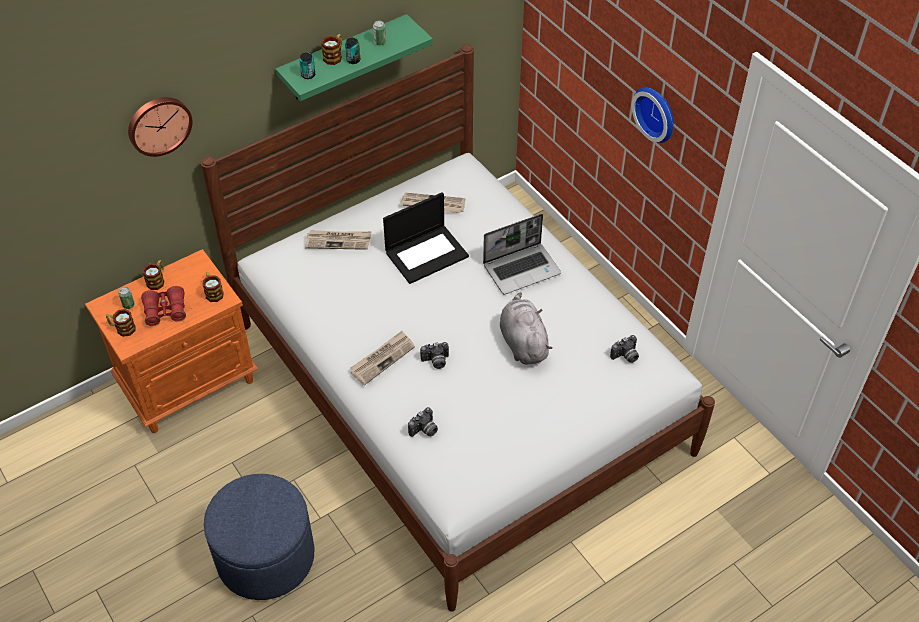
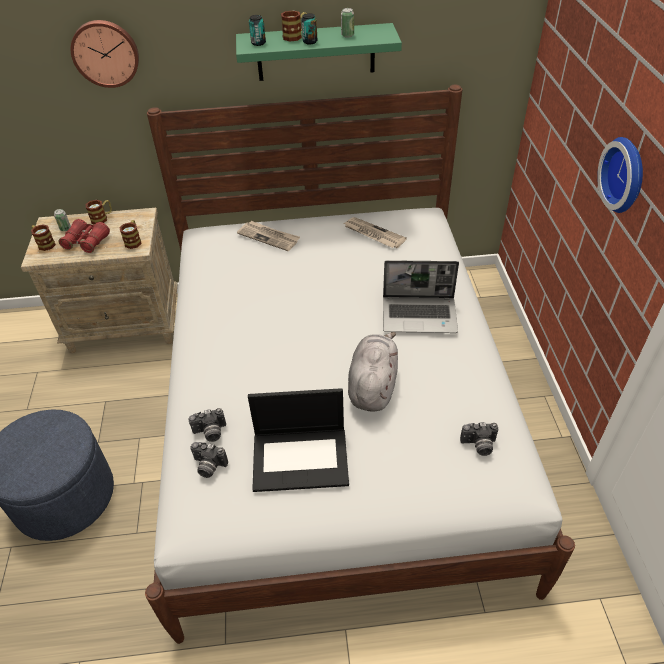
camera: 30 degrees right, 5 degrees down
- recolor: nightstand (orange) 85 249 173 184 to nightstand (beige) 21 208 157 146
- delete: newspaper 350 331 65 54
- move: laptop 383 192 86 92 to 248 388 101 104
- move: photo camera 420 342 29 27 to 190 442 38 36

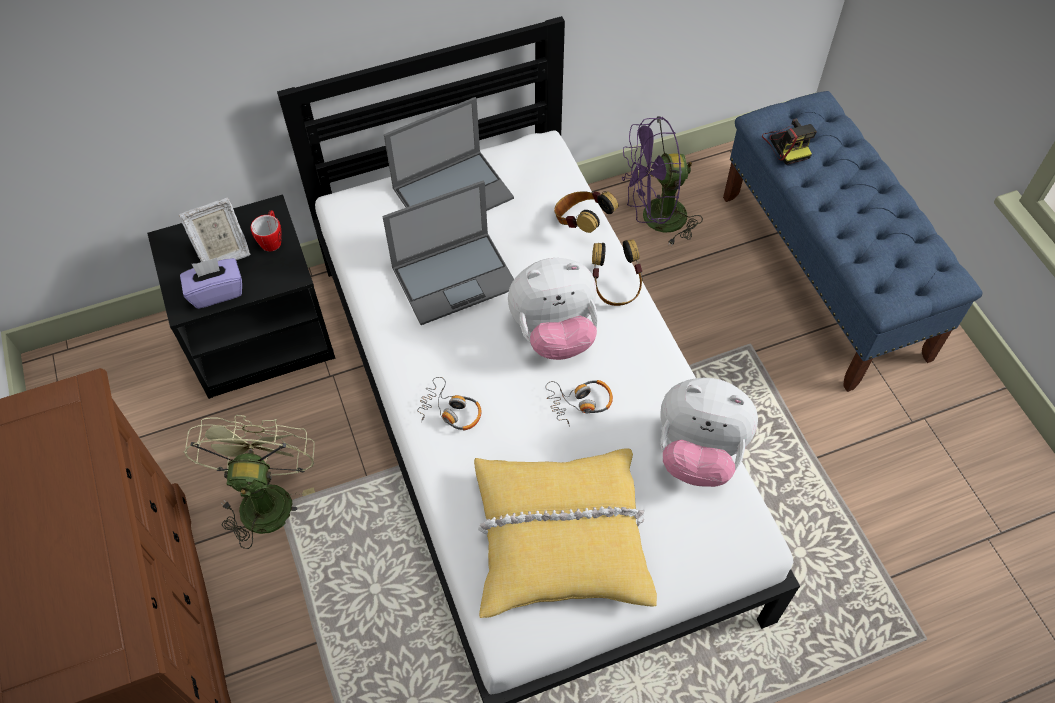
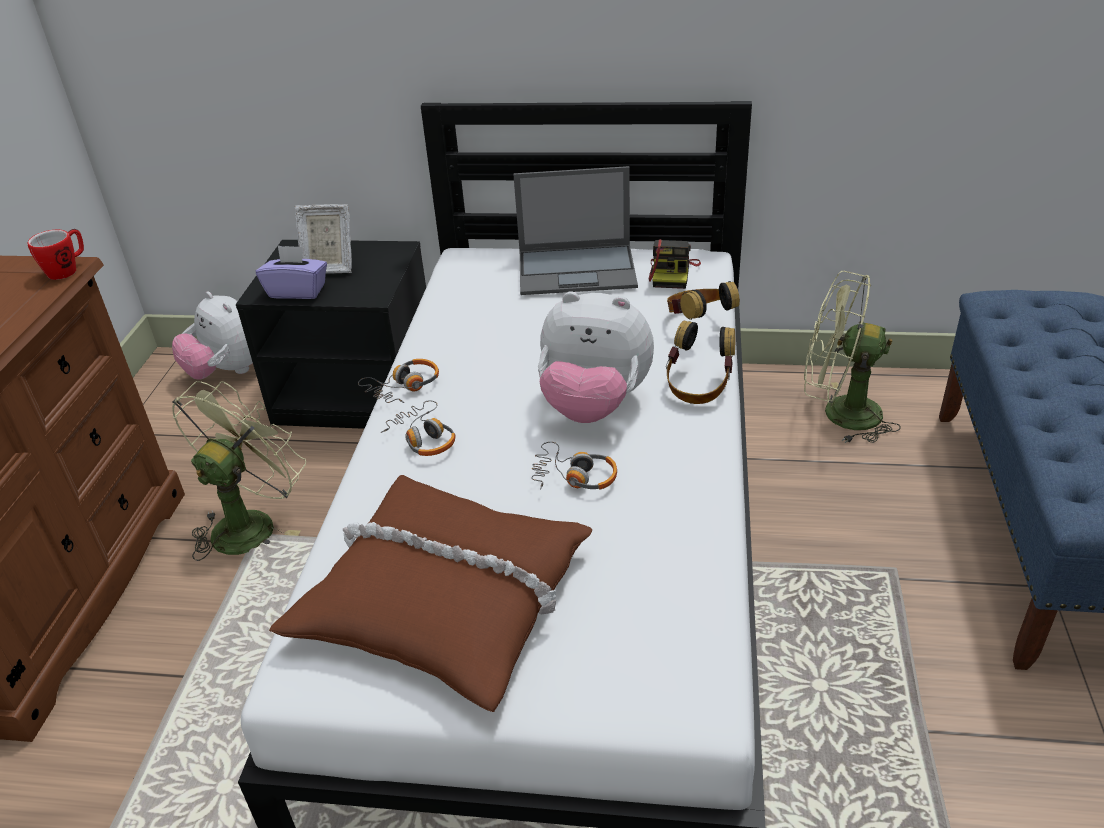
camera: 30 degrees right, 20 degrees down
- move: mug 251 210 31 41 to 27 229 57 51
- delete: laptop 382 180 132 145
- recolor: pillow (yellow) 474 448 183 170 to pillow (brown) 269 475 323 237
- recolor: fan (purple) 622 116 81 130 to fan (green) 804 271 97 172
- move: plush toy 660 378 98 109 to 172 291 81 89
- move: photo camera 762 119 55 46 to 649 239 52 50
- insert: headphones 358 359 81 44

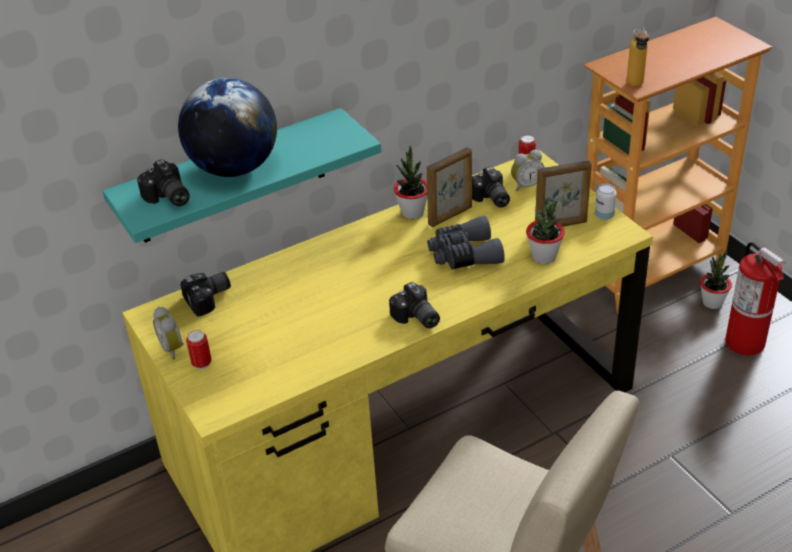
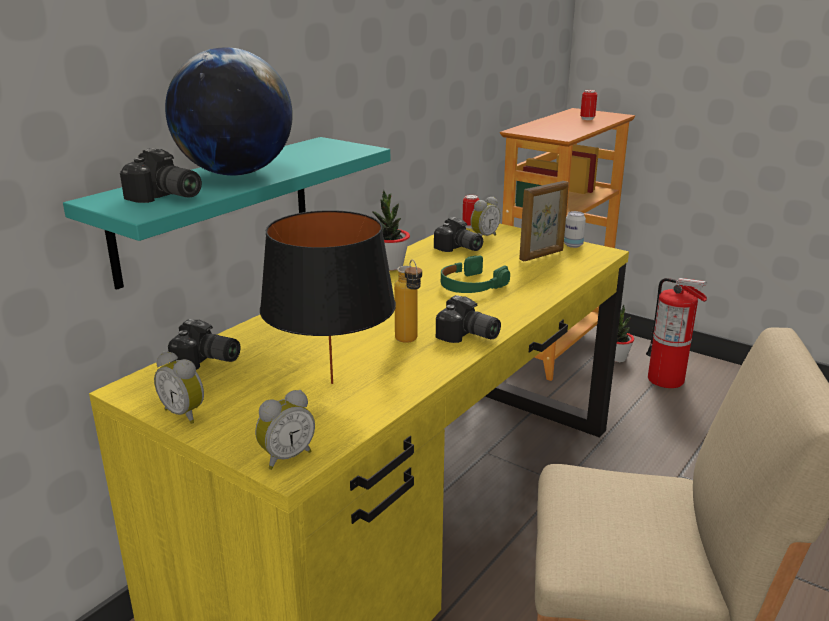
camera: 25 degrees left, 15 degrees down
- rotate: photo camera 180 272 51 45 = 168 319 72 51 75 degrees clockwise
- move: can 186 330 25 39 to 580 90 17 30
- delete: picture frame 426 147 46 80
- replace: binoculars (grey) 427 216 78 53 to headphones (green) 441 255 69 38
- delete: potted plant 526 198 39 66
- move: bottle 626 27 23 59 to 394 259 28 84
- insert: alarm clock 255 390 60 80
- insert: table lamp (black) 260 210 136 174

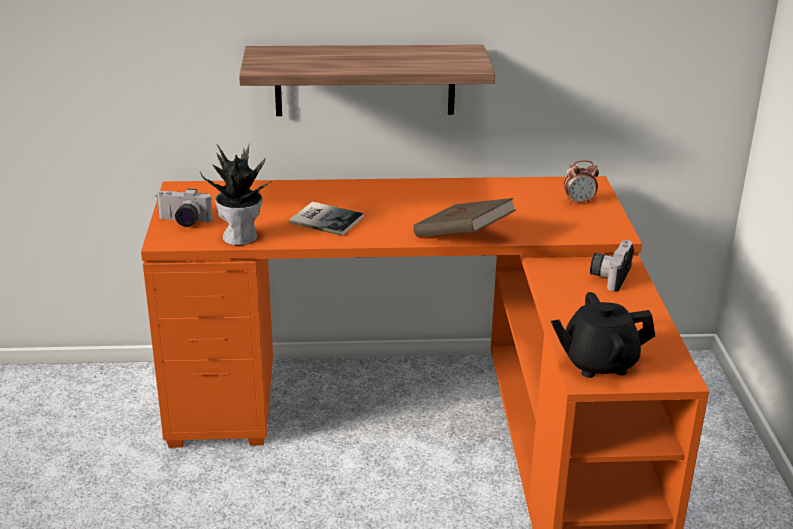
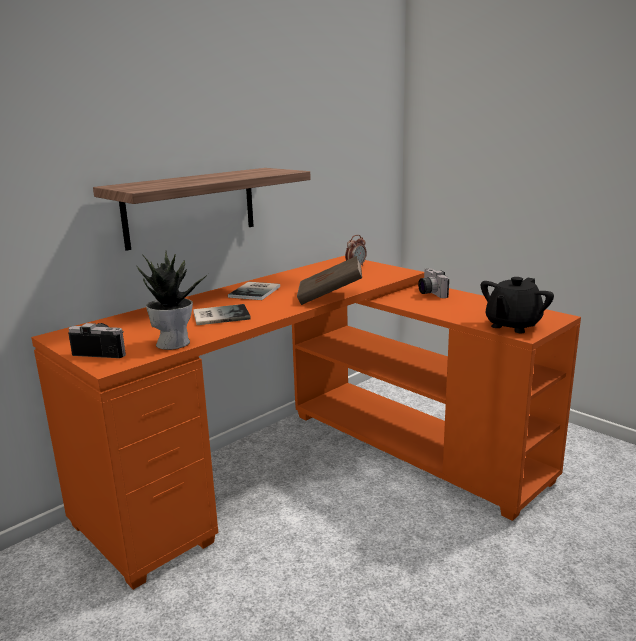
camera: 40 degrees left, 10 degrees down
- rotate: photo camera 156 189 57 38 = 68 323 58 35 135 degrees counterclockwise
- insert: book 228 282 52 18

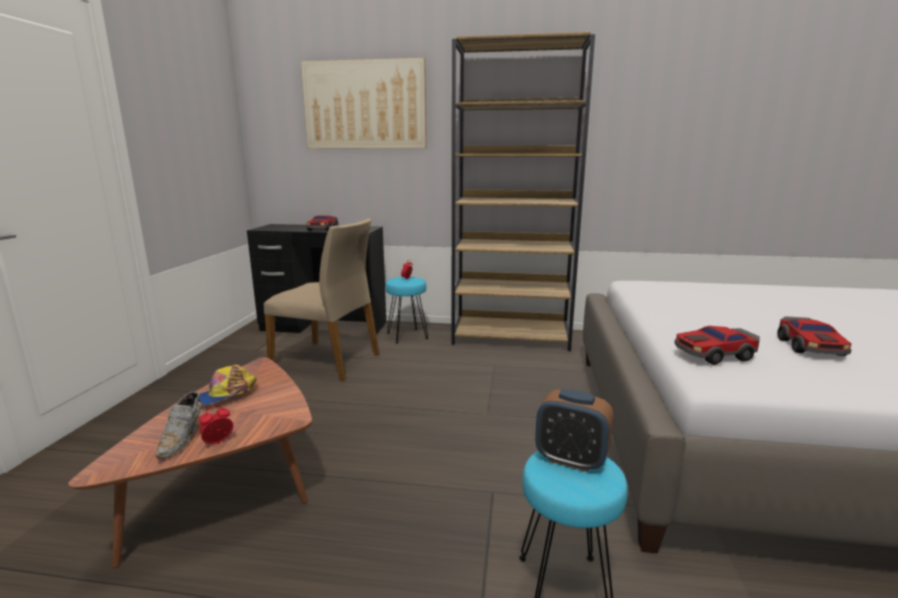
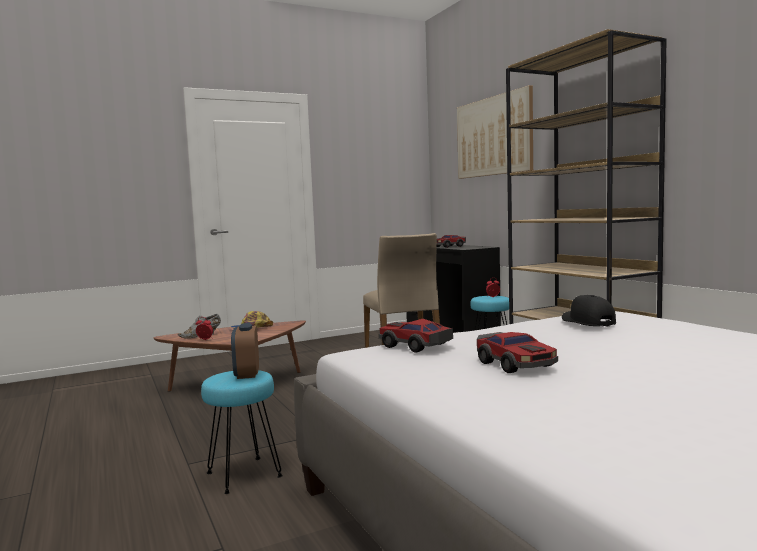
camera: 55 degrees right, 10 degrees down
- rotate: toy car 777 316 74 40 = 477 332 81 41 90 degrees counterclockwise
- insert: cap (black) 562 295 54 32

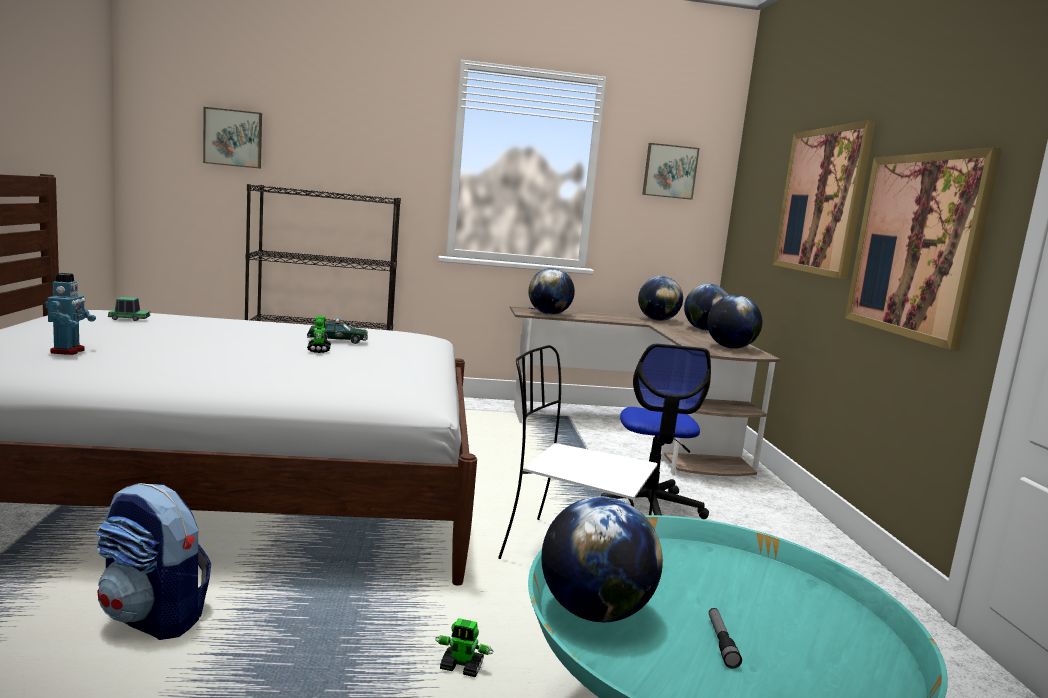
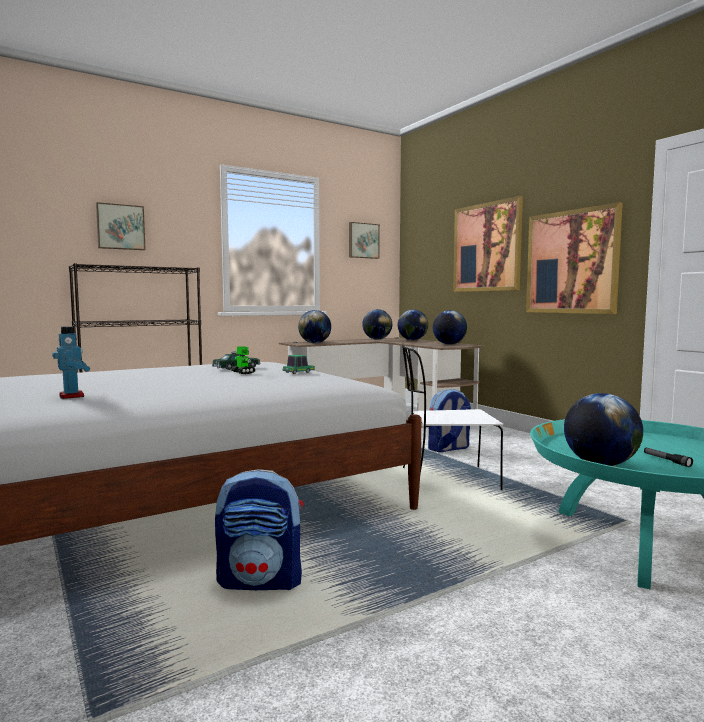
camera: 25 degrees left, 5 degrees down
- move: toy car 108 297 42 24 to 282 355 33 19
- move: picture 203 107 59 62 to 96 202 50 48
- delete: toy robot 435 618 59 59
- replace: office chair 601 344 110 175 to backpack 428 389 43 63

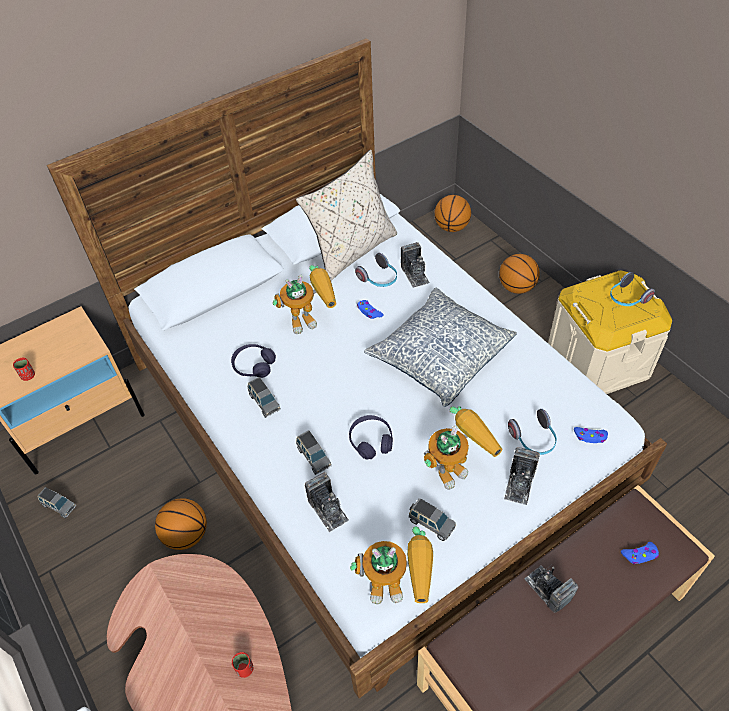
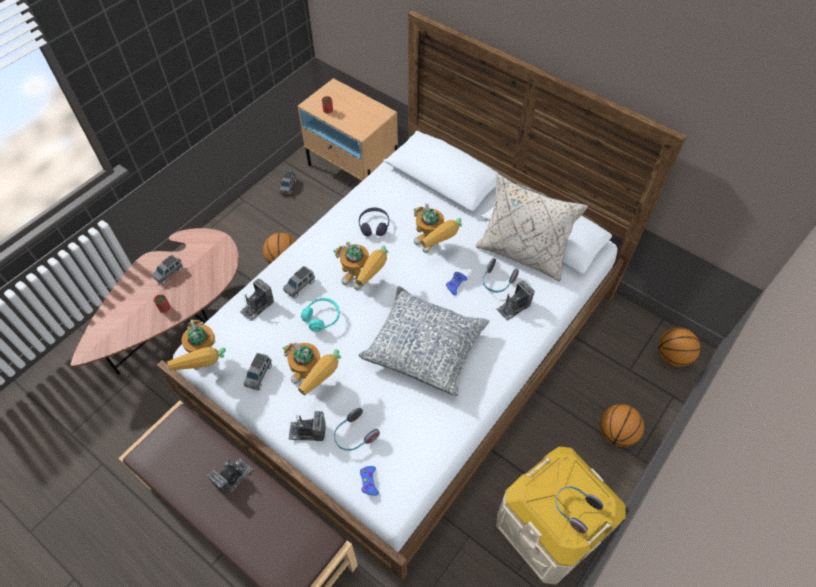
camera: 70 degrees right, 5 degrees up
- move: toy car (grey) 248 377 33 41 to 152 255 31 30
- recolor: headphones (purple) 349 415 44 44 to headphones (turquoise) 301 298 39 34
- delete: game controller (blue) 621 542 38 23
- insert: toy robot 333 241 55 49

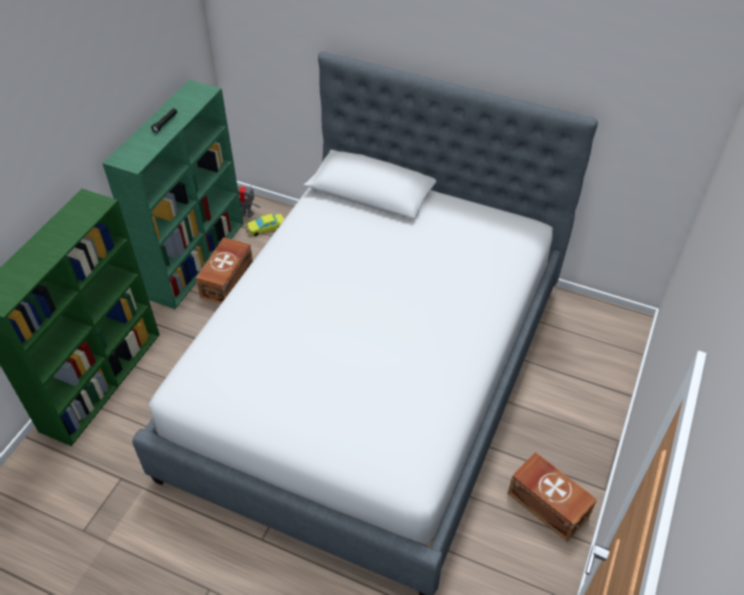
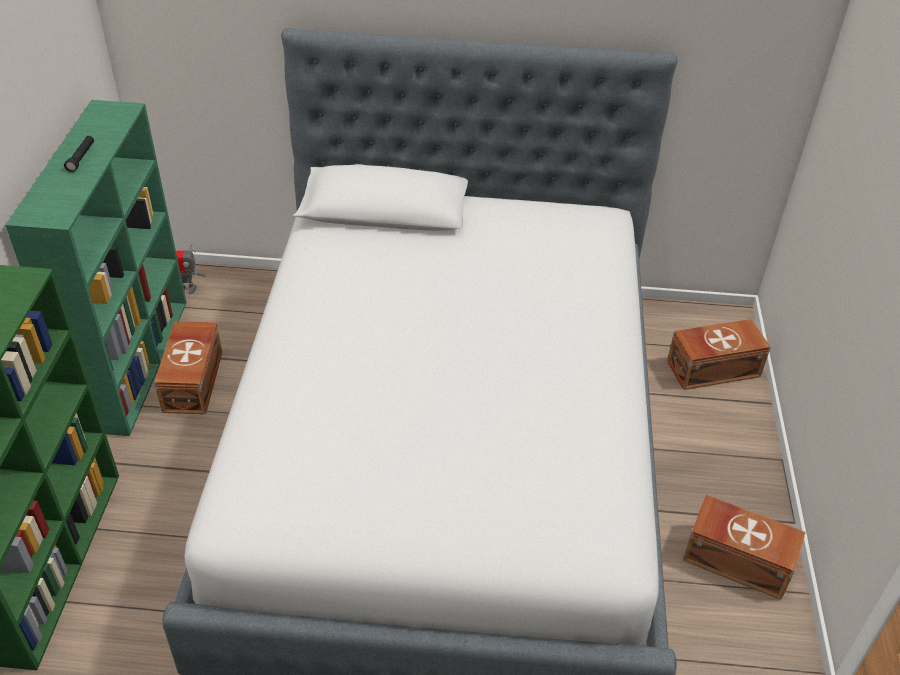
camera: 20 degrees left, 5 degrees down
- delete: toy car (yellow) 246 214 38 22
- insert: storage box (brown) 667 319 104 71

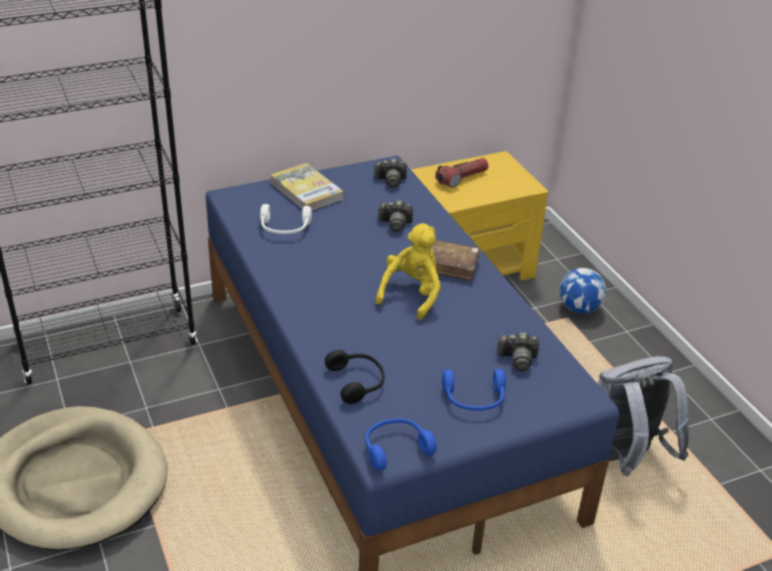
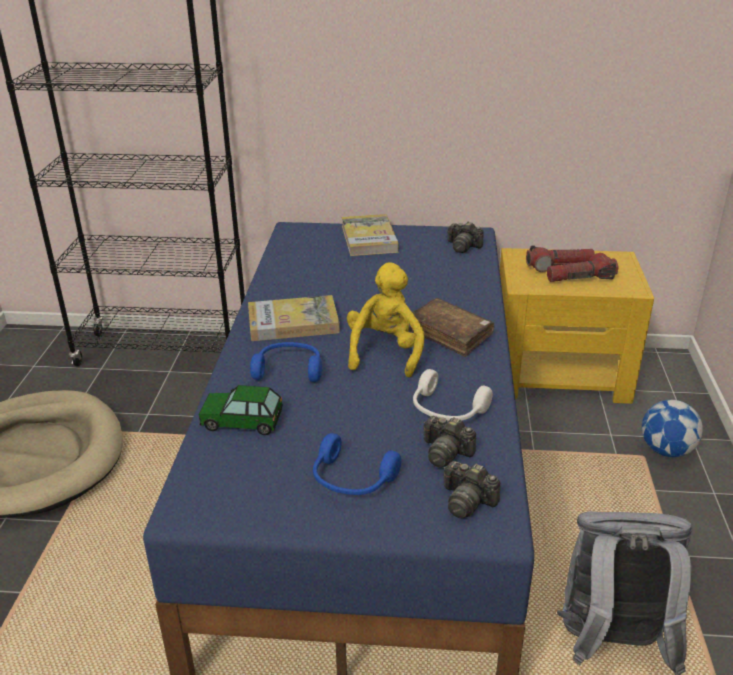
camera: 30 degrees right, 5 degrees down
- move: headphones (white) 260 204 52 30 to 413 369 80 52
- replace: headphones (black) 325 350 60 54 to toy car 199 385 84 50
- move: headphones (blue) 365 418 72 53 to 250 342 72 40
- rotate: plush toy (yellow) 375 223 66 97 = 347 262 78 115 45 degrees counterclockwise
- move: photo camera 378 200 35 32 to 444 461 56 58
- insert: book 248 295 92 46
- insert: flashlight 547 253 72 29

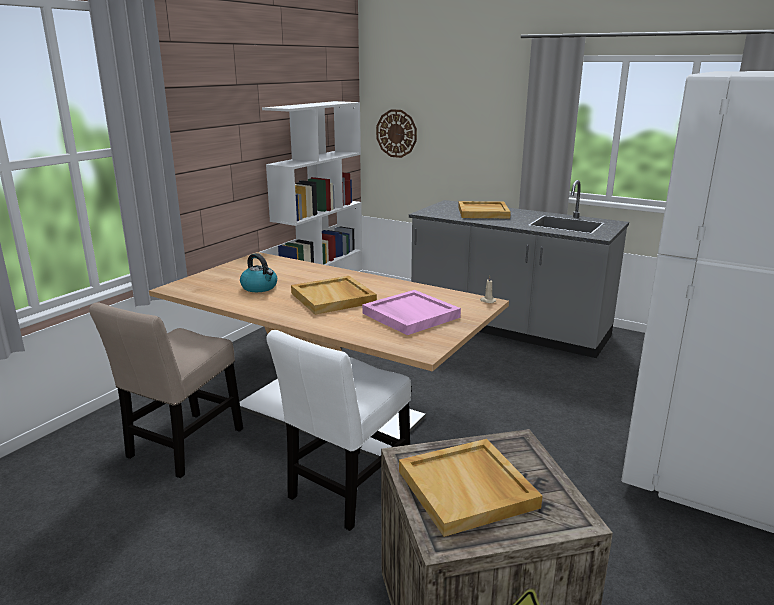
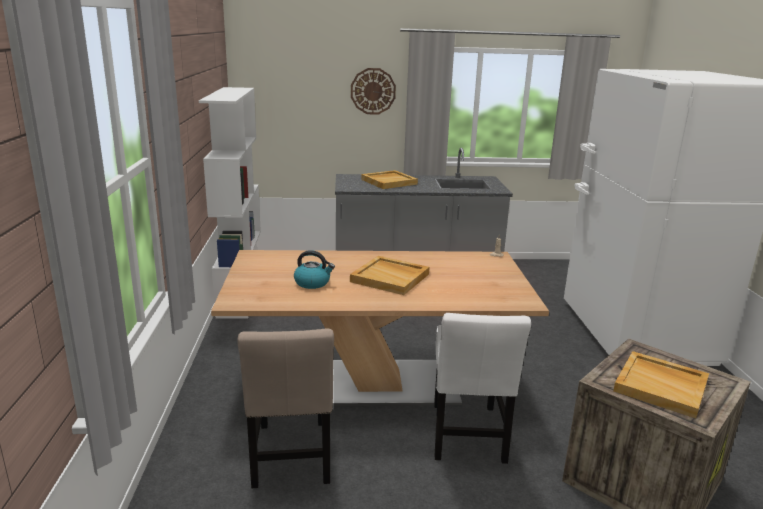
camera: 35 degrees left, 0 degrees up
- delete: tray (pink) 362 290 99 45
- move: wall clock 376 109 41 49 to 351 68 45 47

